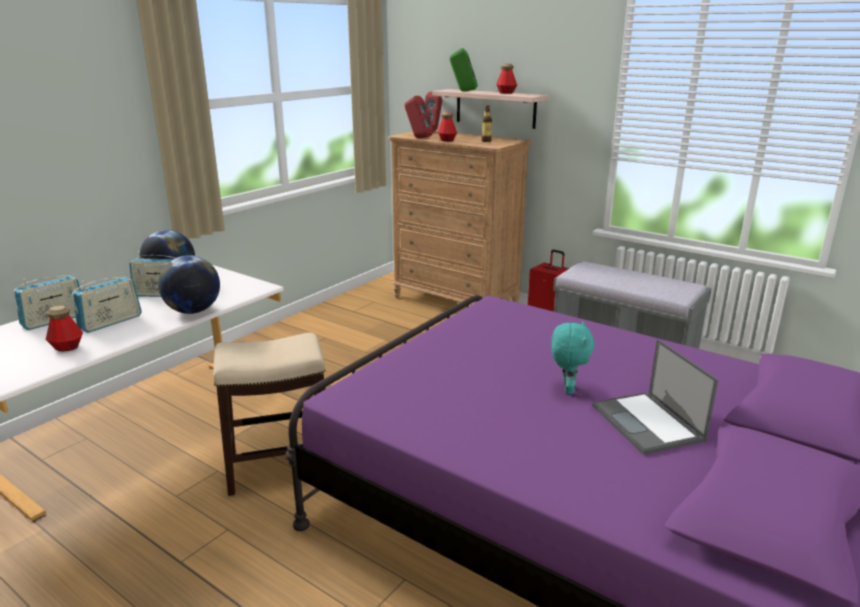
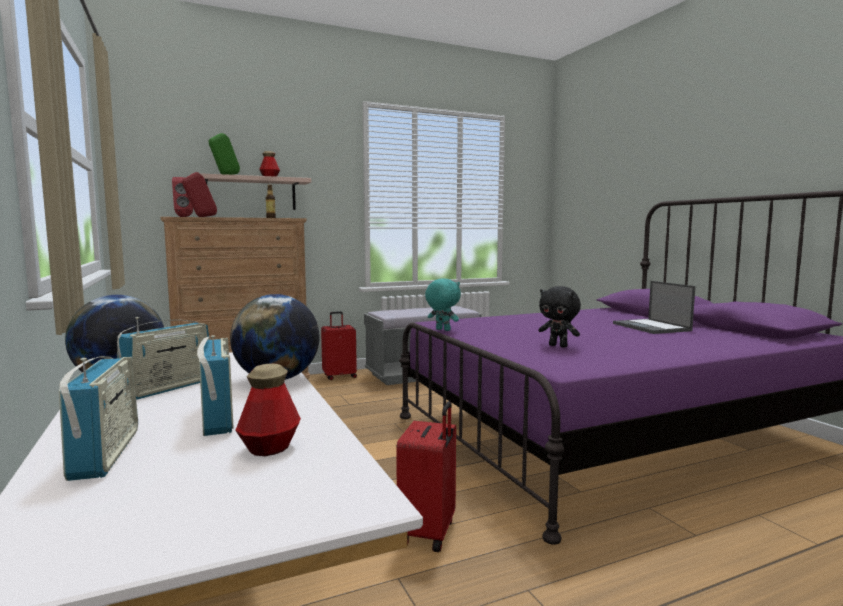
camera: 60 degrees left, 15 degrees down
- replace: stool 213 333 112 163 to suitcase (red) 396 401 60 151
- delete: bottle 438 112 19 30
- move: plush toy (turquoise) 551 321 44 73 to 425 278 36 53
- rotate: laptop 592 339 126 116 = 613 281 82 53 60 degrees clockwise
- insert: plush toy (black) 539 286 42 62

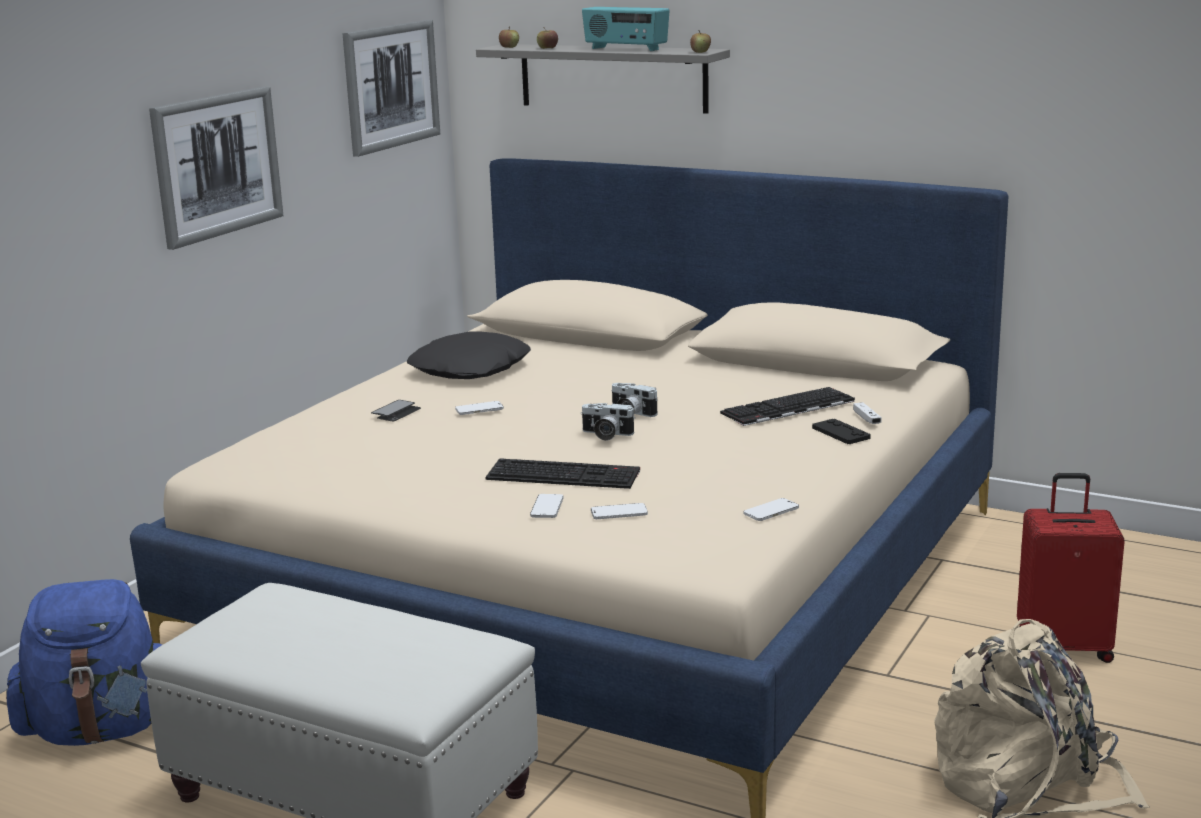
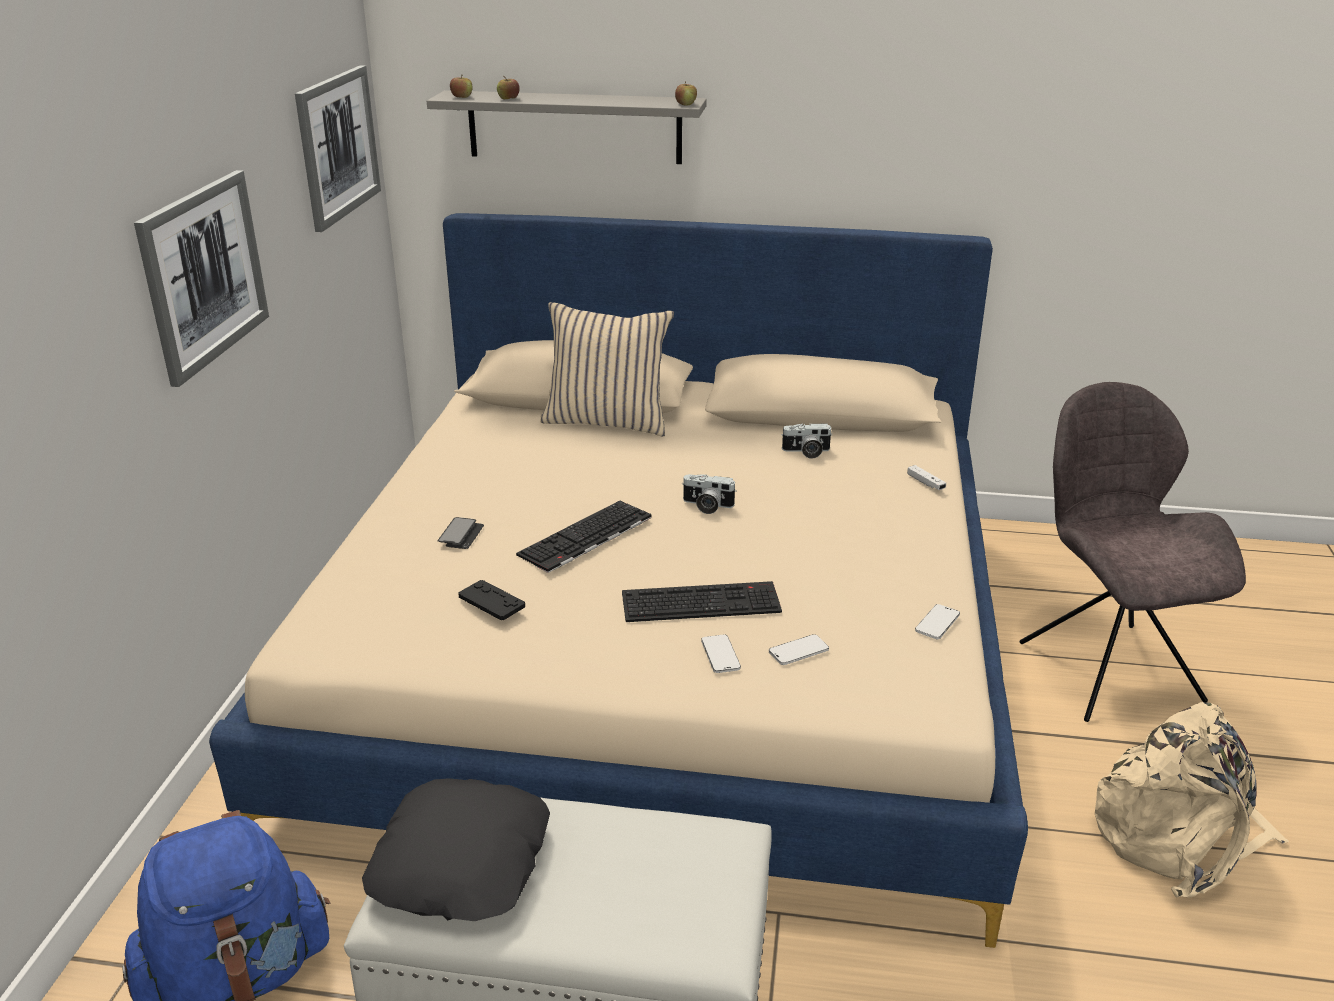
camera: 20 degrees left, 10 degrees up
- move: pillow (black) 407 332 124 47 to 362 778 188 143
- delete: phone 455 401 49 14
- move: photo camera 581 403 54 38 to 781 423 52 36
- delete: radio 582 7 88 44
- move: keyboard 720 387 135 39 to 516 501 136 72
- move: game controller (black) 812 419 58 25 to 458 580 67 40
- replace: suitcase (red) 1017 473 108 190 to chair (grey) 1019 382 227 340
- insert: pillow (beige) 540 302 134 134

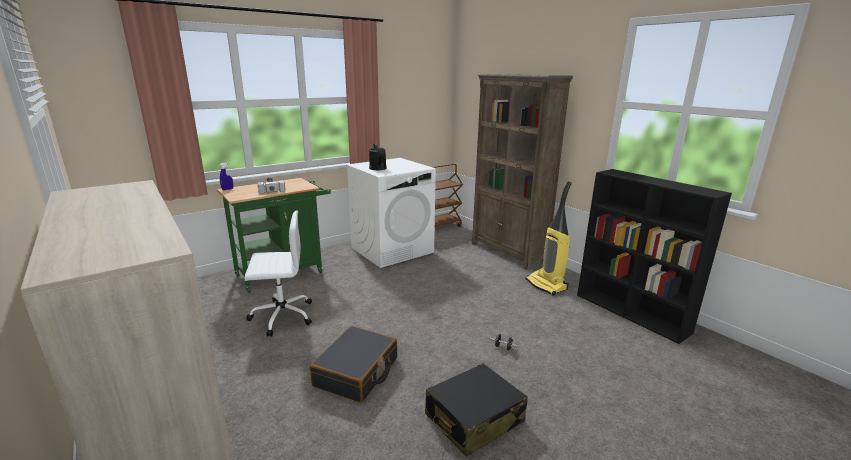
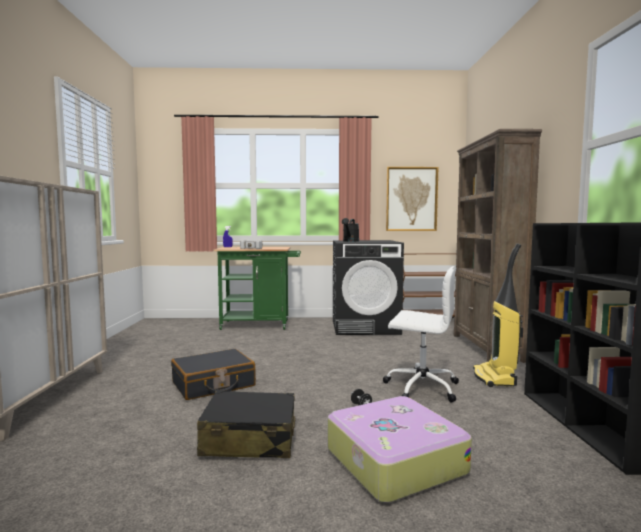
camera: 35 degrees right, 15 degrees down
- move: office chair (white) 245 210 67 127 to 383 266 76 137
- recolor: washing machine (white) 346 158 90 110 to washing machine (black) 333 240 71 95
- insert: suitcase 328 396 144 107
- insert: picture 386 167 52 64

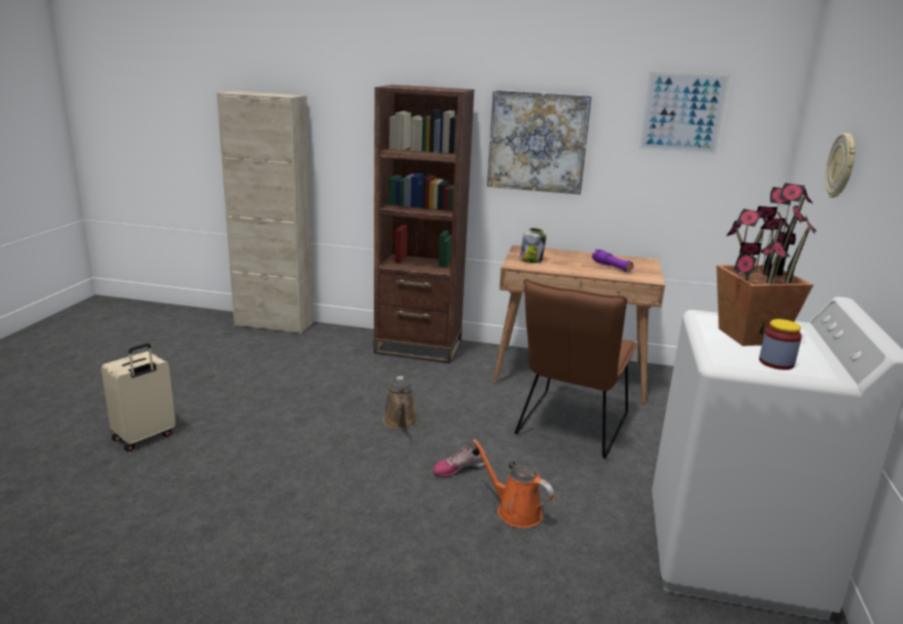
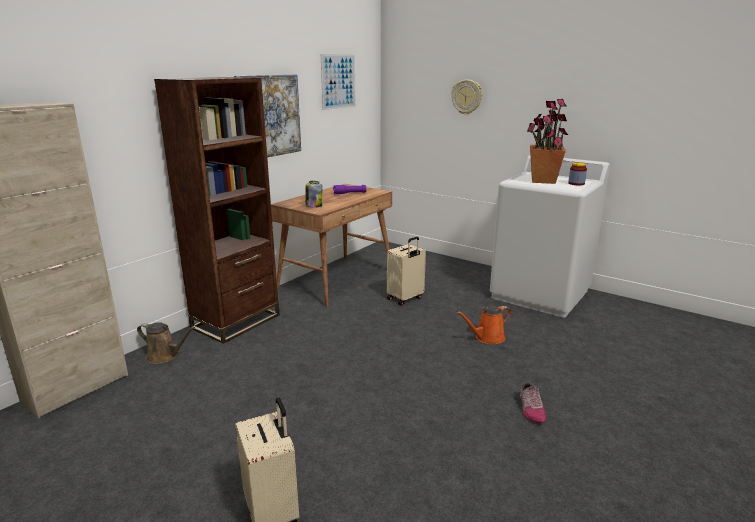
camera: 65 degrees left, 0 degrees up
- move: watering can (brown) 382 376 37 53 to 137 322 58 42
- move: shoe 433 445 52 32 to 520 382 26 41
- replace: chair (brown) 515 279 121 180 to suitcase (beige) 387 237 39 69

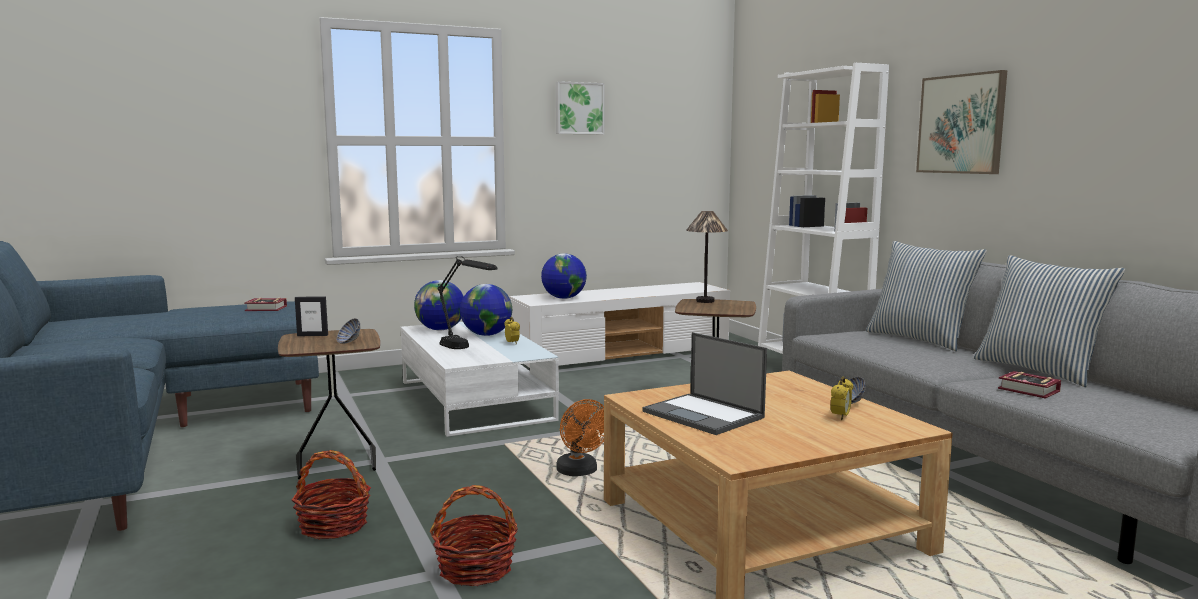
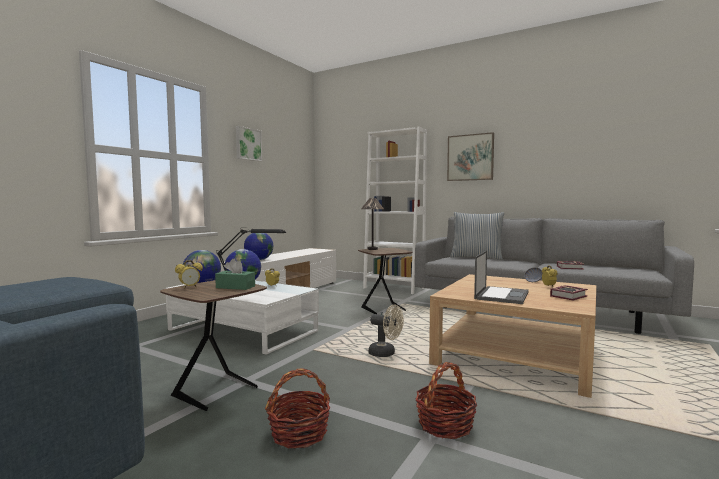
camera: 35 degrees left, 5 degrees down
- move: book 244 298 43 13 to 550 285 38 15
- replace: picture frame 295 297 33 39 to alarm clock 175 260 28 29
- replace: bowl 337 318 23 26 to tissue box (green) 215 259 40 31
- recolor: fan (orange) 556 399 48 77 to fan (beige) 368 304 36 53
- rotate: laptop 642 332 125 103 = 474 251 55 53 75 degrees counterclockwise
- delete: pillow 974 255 151 132

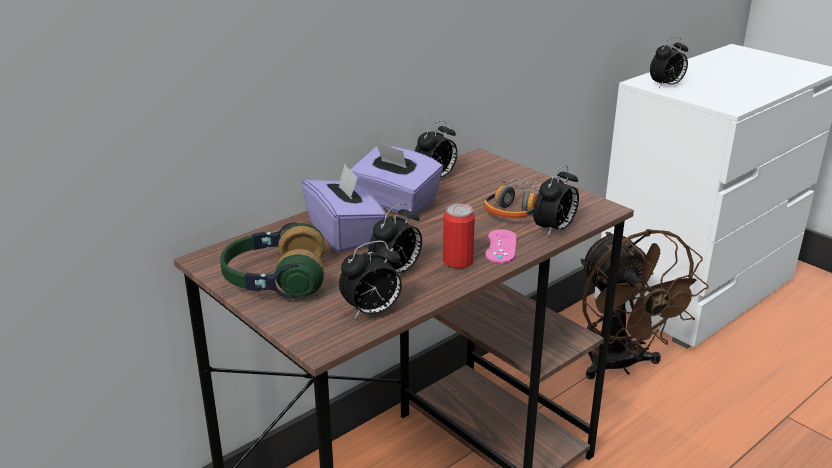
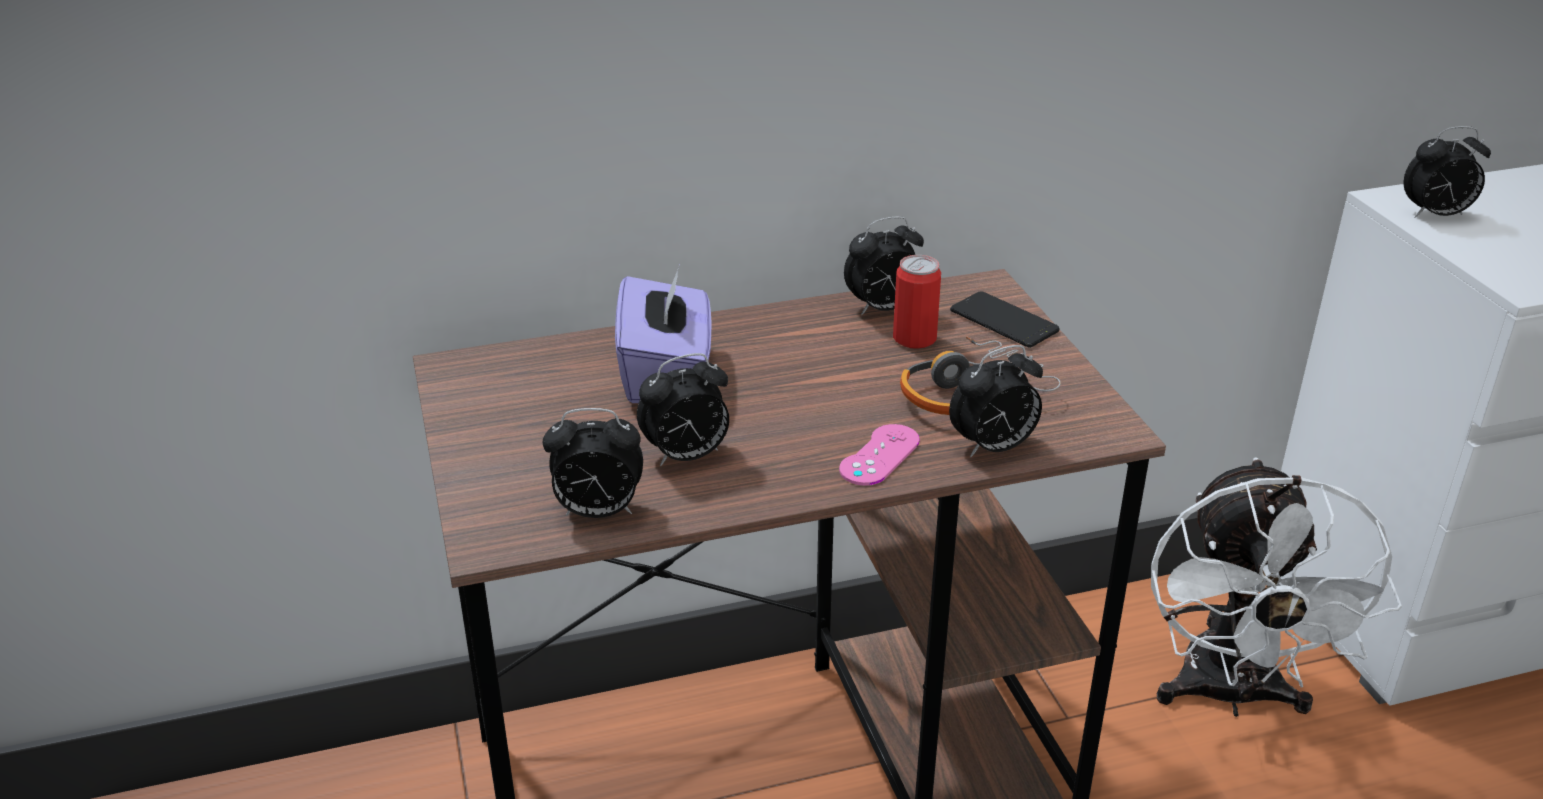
camera: 25 degrees right, 5 degrees up
- delete: headphones 220 223 105 76
- delete: tissue box (purple) 350 142 93 72
- move: can 443 203 32 66 to 893 255 48 94
- recolor: fan (brown) 580 229 129 150 to fan (white) 1151 457 251 260
- insert: phone 950 291 110 57

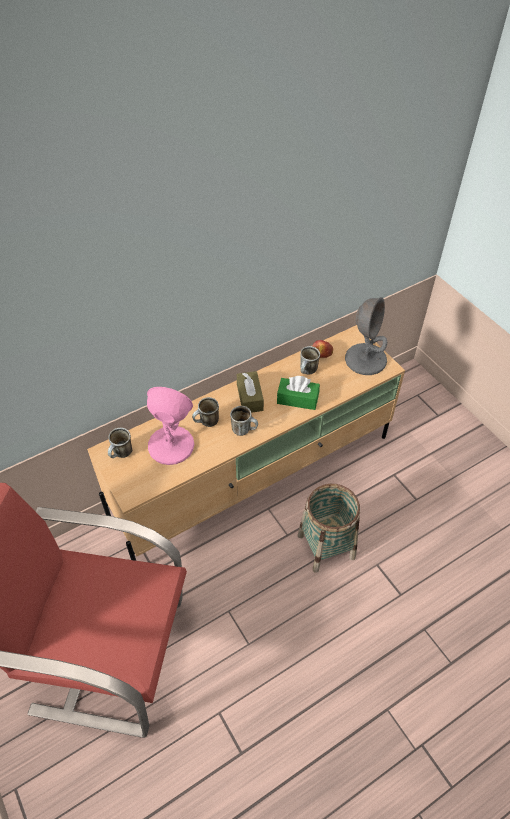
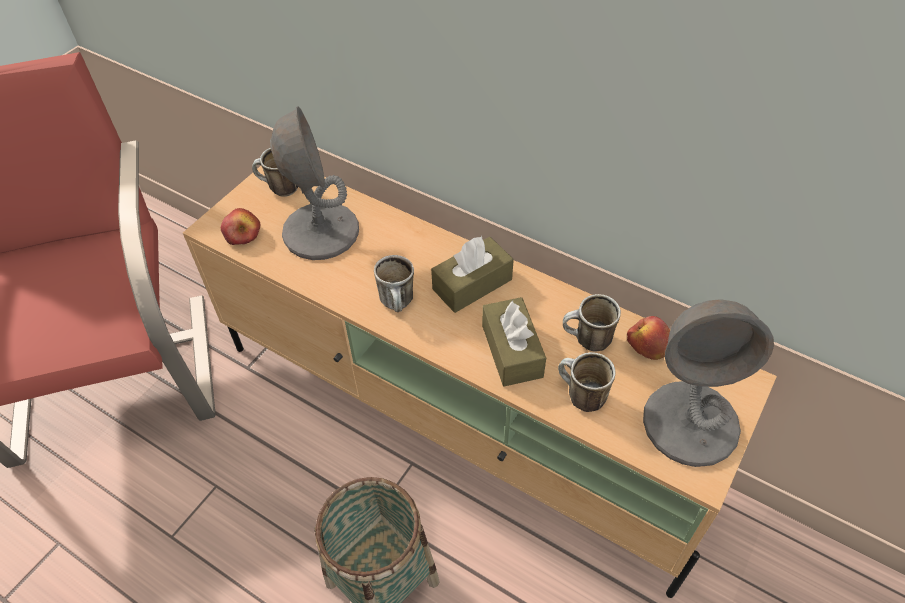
camera: 65 degrees right, 0 degrees up
- recolor: table lamp (pink) 147 387 47 78 to table lamp (grey) 270 107 89 153
- move: mug 192 397 27 30 to 558 352 57 60
- recolor: tissue box (green) 277 376 43 34 to tissue box (brown) 482 297 64 89
- insert: apple 221 208 40 37

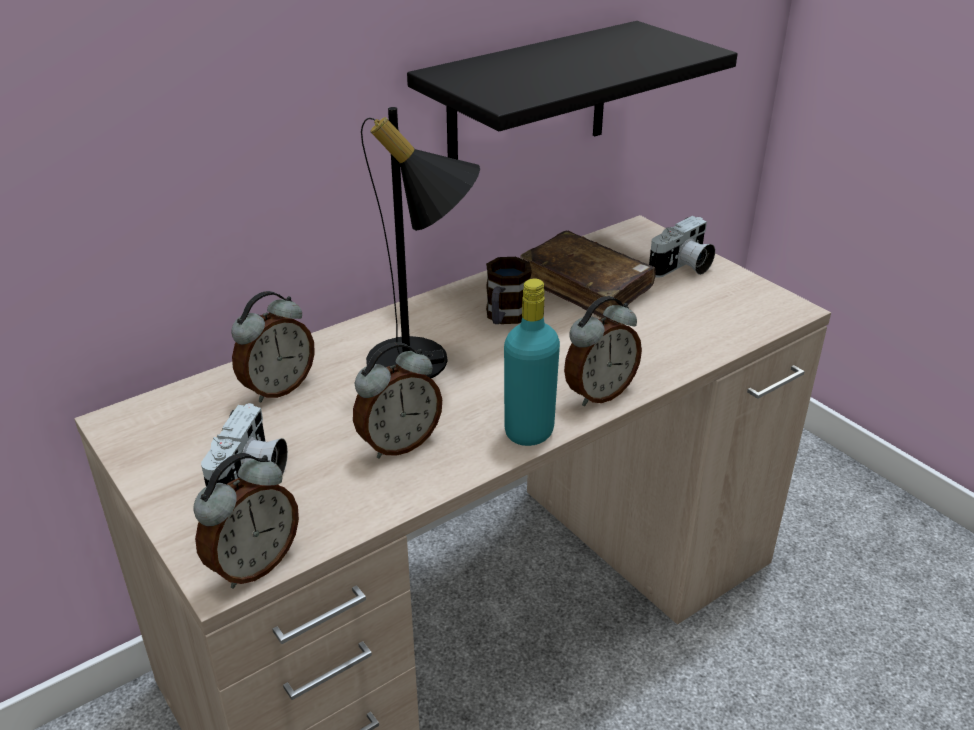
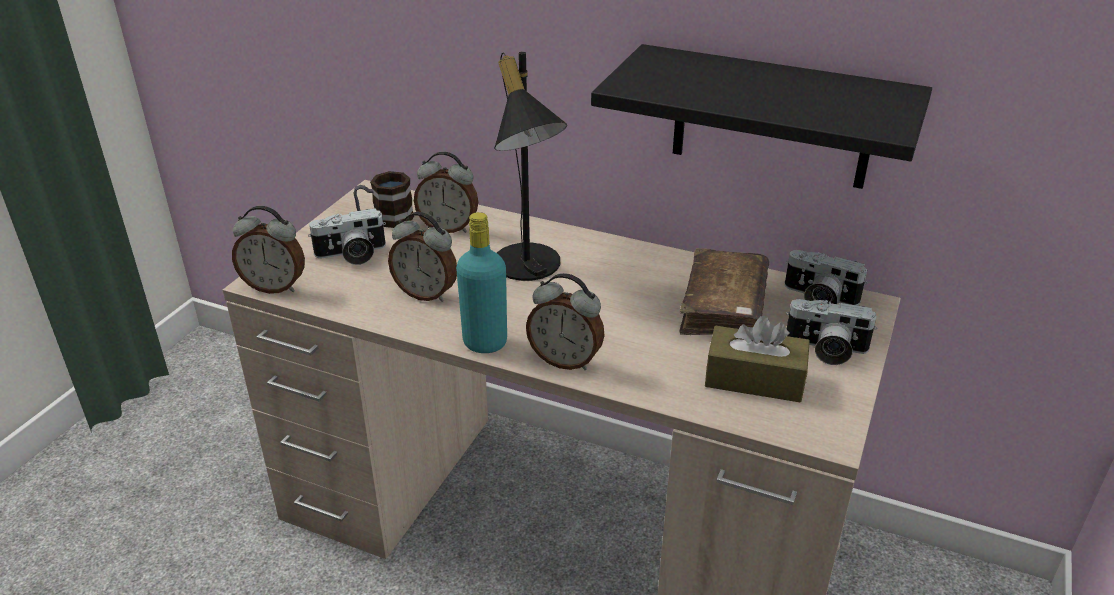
camera: 60 degrees right, 0 degrees up
- move: mug 486 257 46 67 to 353 171 61 57
- insert: tissue box (brown) 705 316 105 86
- insert: photo camera 784 250 84 56

